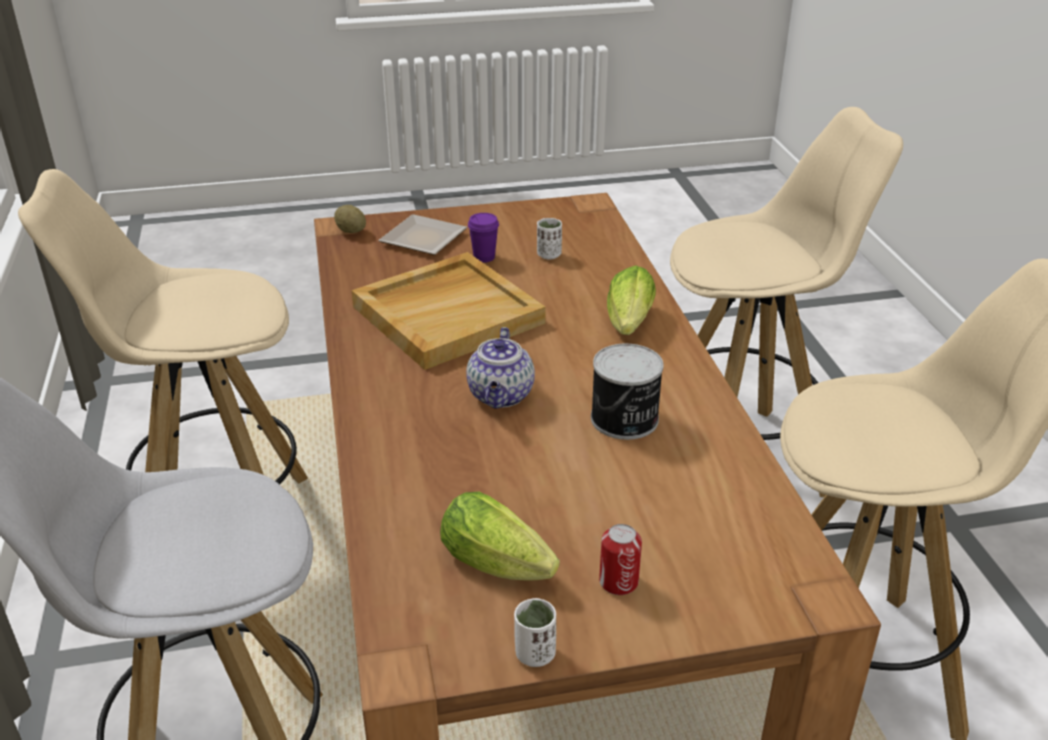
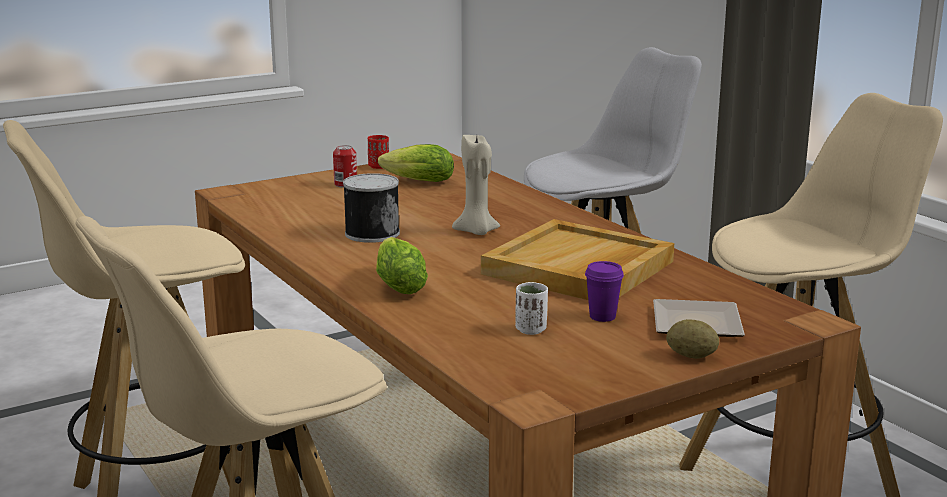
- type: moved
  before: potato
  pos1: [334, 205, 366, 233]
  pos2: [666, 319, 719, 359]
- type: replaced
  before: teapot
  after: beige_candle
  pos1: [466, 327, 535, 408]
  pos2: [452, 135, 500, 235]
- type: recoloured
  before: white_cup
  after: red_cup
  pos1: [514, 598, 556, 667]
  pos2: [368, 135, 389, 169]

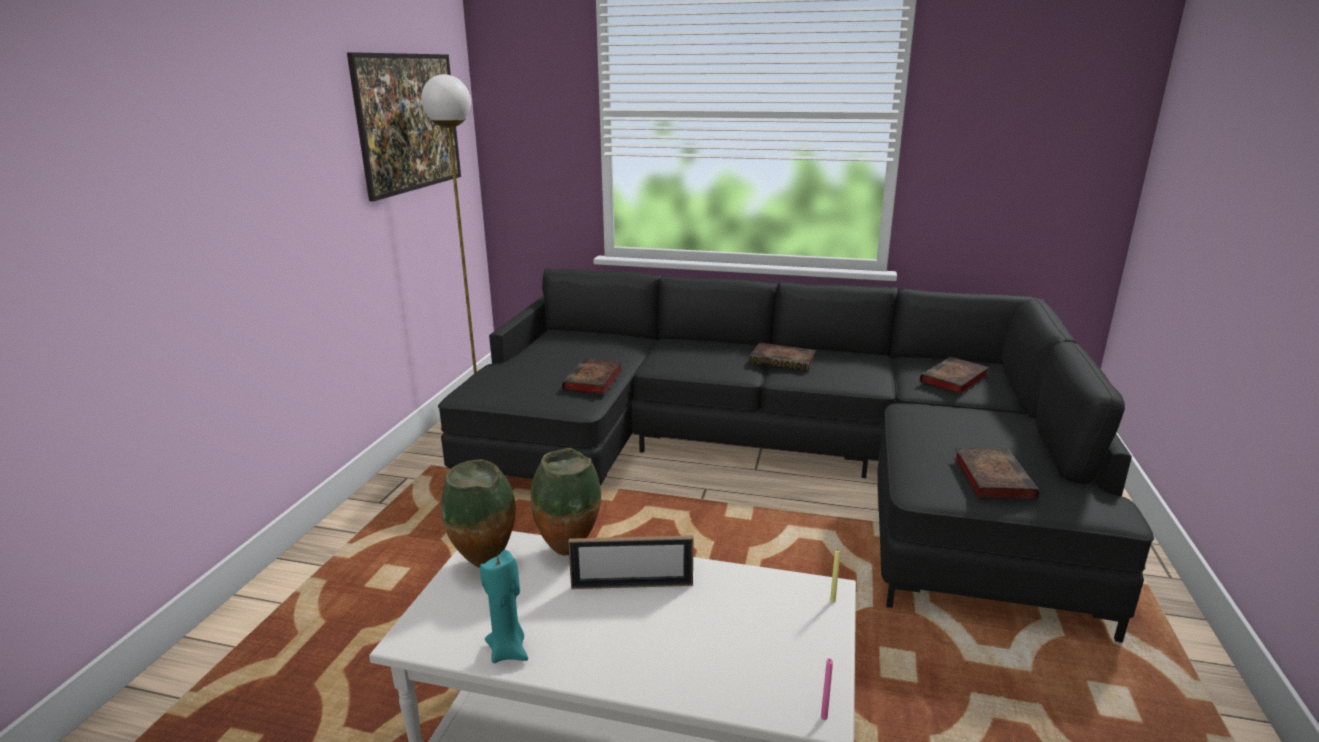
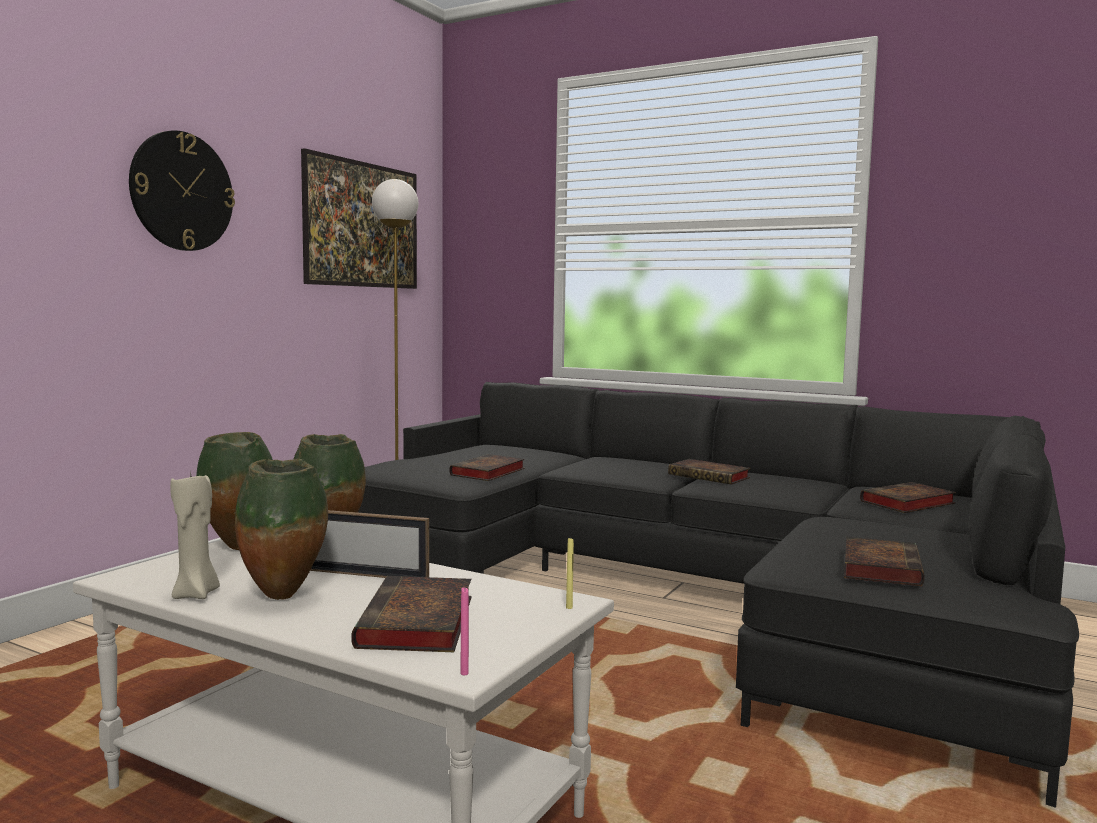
- type: recoloured
  before: turquoise_candle
  after: beige_candle
  pos1: [480, 550, 528, 663]
  pos2: [170, 469, 220, 599]
- type: added
  after: wall_clock
  pos2: [129, 130, 235, 251]
- type: added
  after: vase
  pos2: [235, 459, 328, 600]
- type: added
  after: book
  pos2: [351, 576, 472, 652]

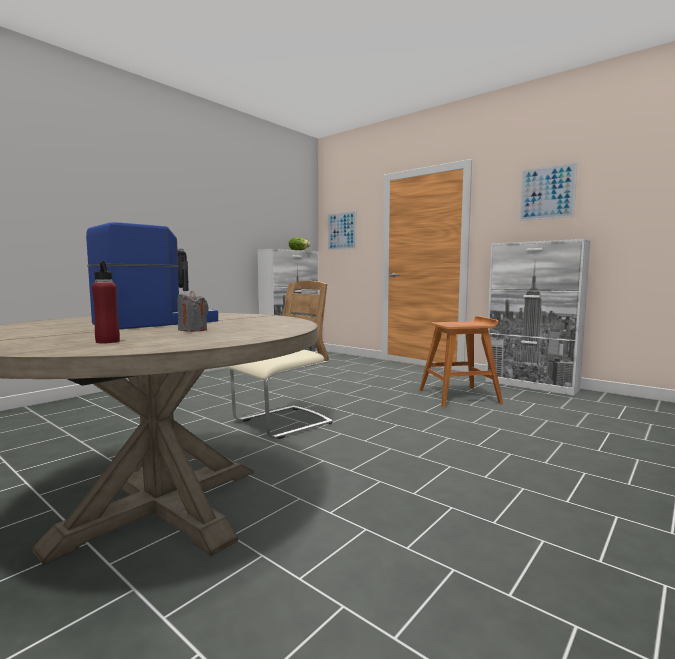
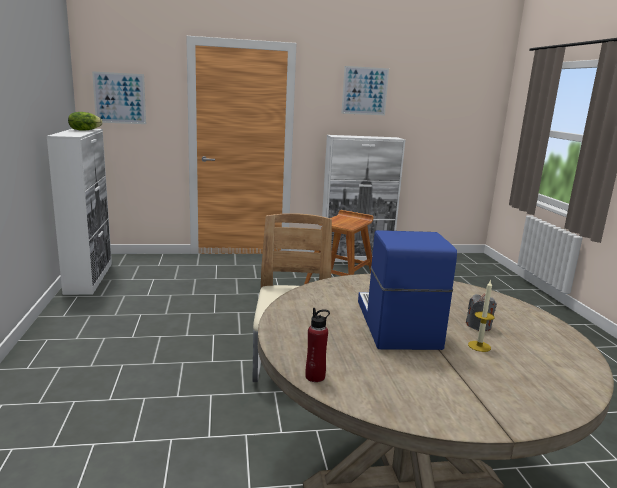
- type: moved
  before: red_bottle
  pos1: [92, 261, 120, 344]
  pos2: [305, 308, 330, 382]
- type: added
  after: candle
  pos2: [468, 280, 495, 352]

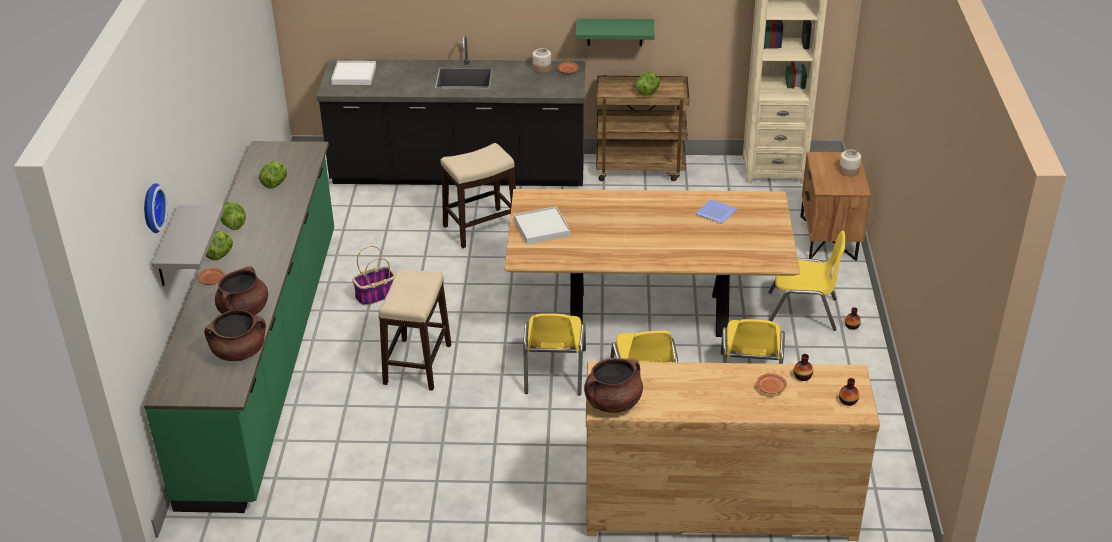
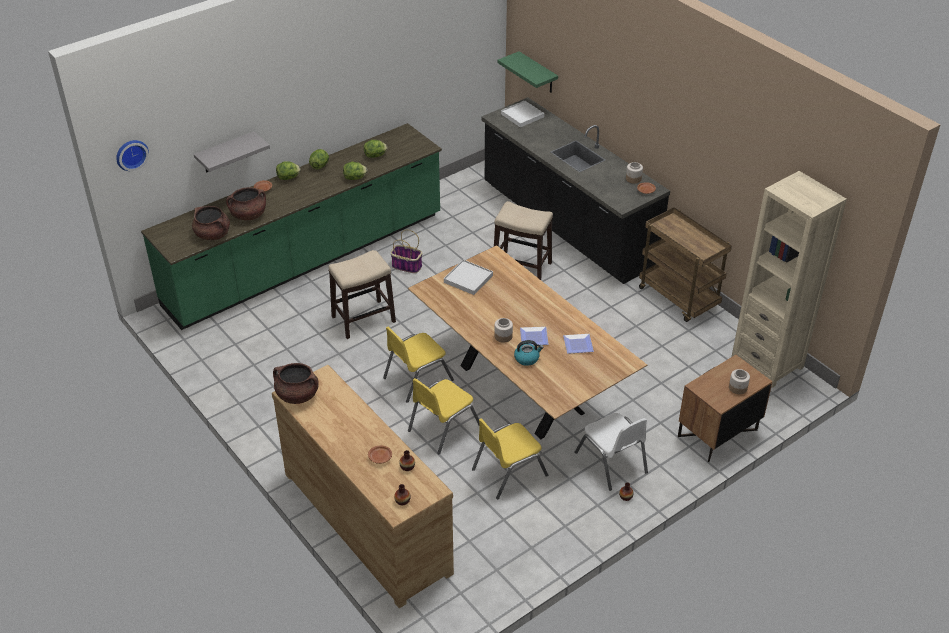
- type: moved
  before: green_shelf
  pos1: [576, 19, 655, 46]
  pos2: [497, 51, 558, 93]
- type: moved
  before: lettuce
  pos1: [635, 72, 660, 96]
  pos2: [343, 162, 367, 180]
- type: moved
  before: wall_clock
  pos1: [144, 183, 168, 233]
  pos2: [116, 140, 149, 171]
- type: recoloured
  before: yellow_chair
  after: white_chair
  pos1: [768, 231, 845, 331]
  pos2: [575, 413, 648, 491]
- type: added
  after: jar
  pos2: [494, 318, 513, 343]
- type: added
  after: plate
  pos2: [520, 327, 549, 345]
- type: added
  after: kettle
  pos2: [514, 340, 544, 366]

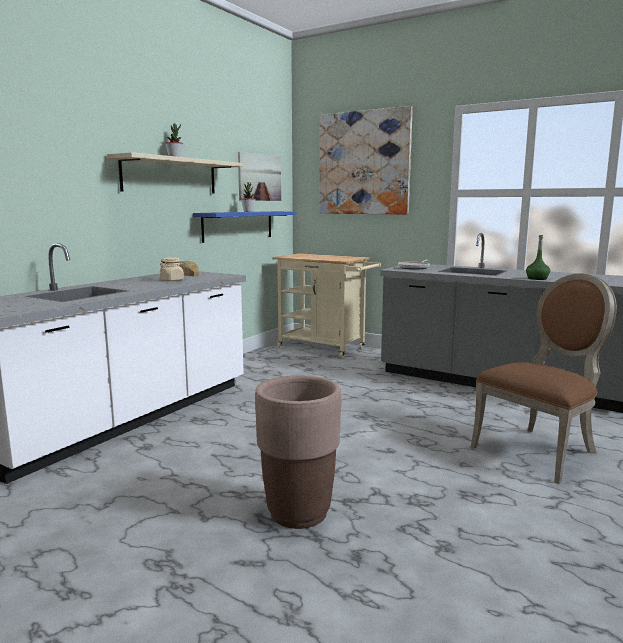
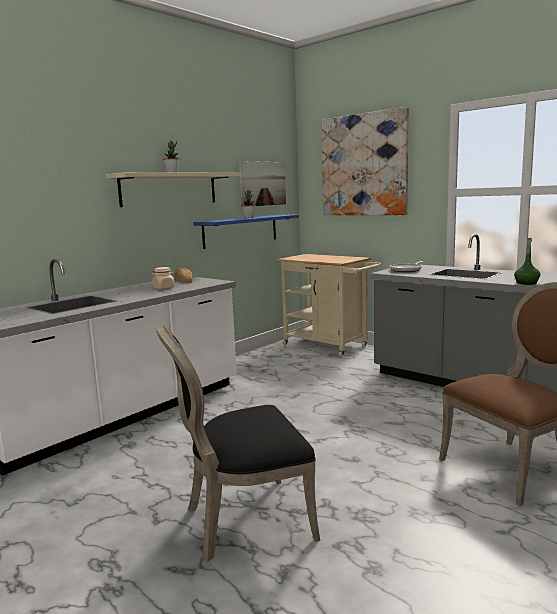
- type: replaced
  before: brown_planter
  after: black_chair
  pos1: [255, 375, 341, 529]
  pos2: [155, 325, 320, 562]

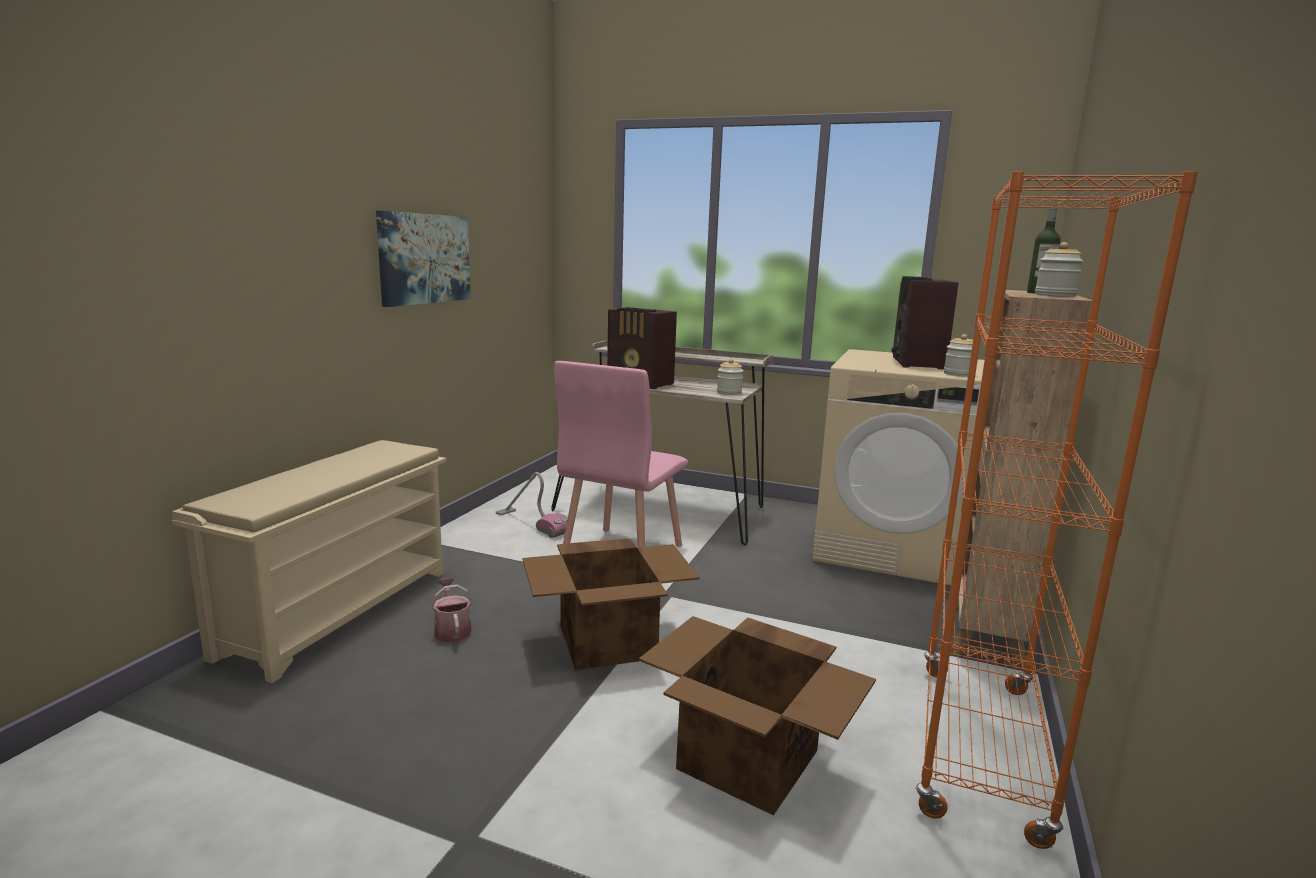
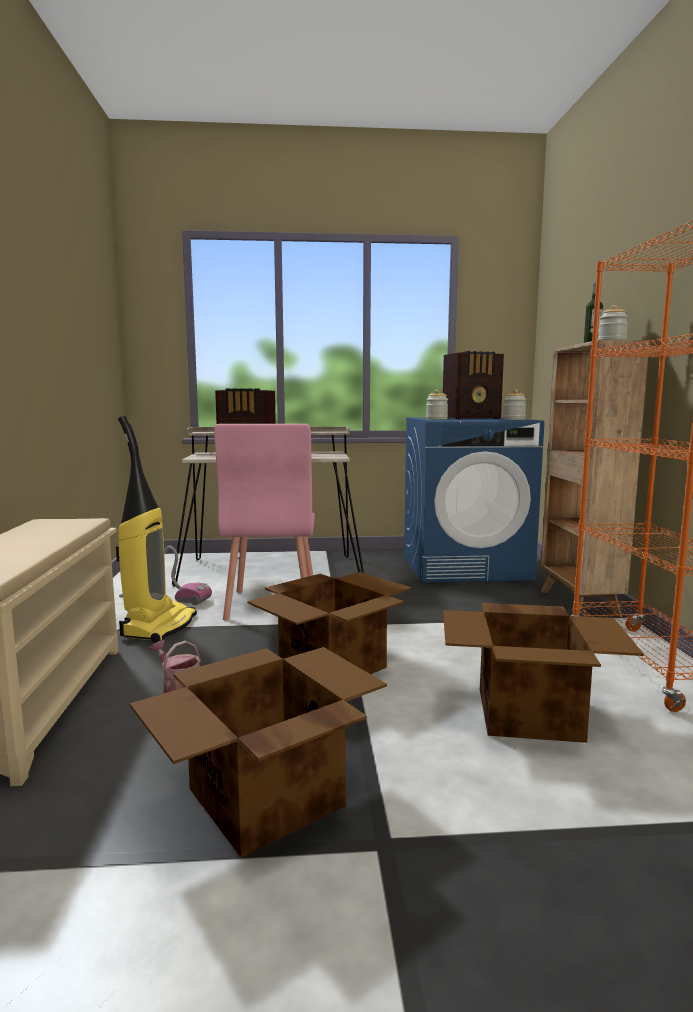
- type: removed
  before: picture
  pos1: [376, 211, 471, 307]
- type: turned
  before: radio
  pos1: [891, 276, 959, 370]
  pos2: [443, 351, 504, 419]
  turn: -90
- type: recoloured
  before: beige_washing_machine
  after: blue_washing_machine
  pos1: [813, 349, 984, 585]
  pos2: [404, 417, 545, 583]
- type: moved
  before: jar
  pos1: [717, 359, 743, 395]
  pos2: [426, 389, 448, 420]
- type: added
  after: vacuum_cleaner
  pos2: [116, 416, 197, 643]
- type: added
  after: cardboard_box
  pos2: [130, 647, 387, 858]

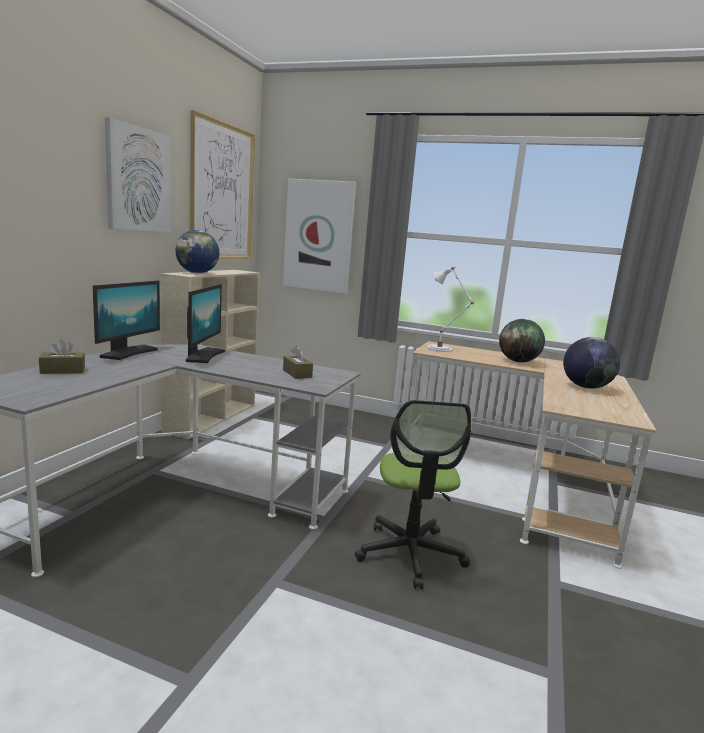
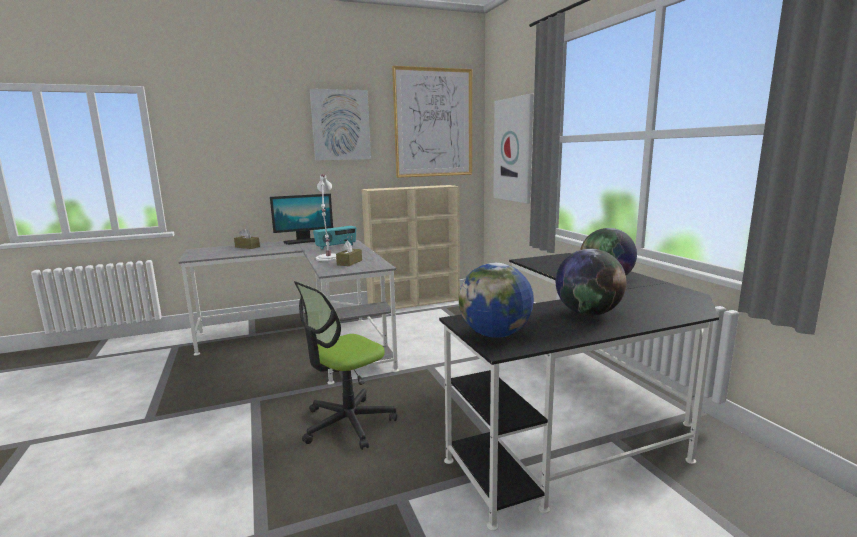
- type: moved
  before: globe
  pos1: [175, 230, 219, 273]
  pos2: [459, 263, 534, 338]
- type: moved
  before: white_table_lamp
  pos1: [427, 267, 474, 352]
  pos2: [316, 174, 336, 261]
- type: replaced
  before: monitor
  after: radio
  pos1: [186, 284, 225, 363]
  pos2: [313, 226, 356, 250]
- type: recoloured
  before: beige_desk
  after: black_desk
  pos1: [410, 341, 657, 569]
  pos2: [439, 253, 719, 531]

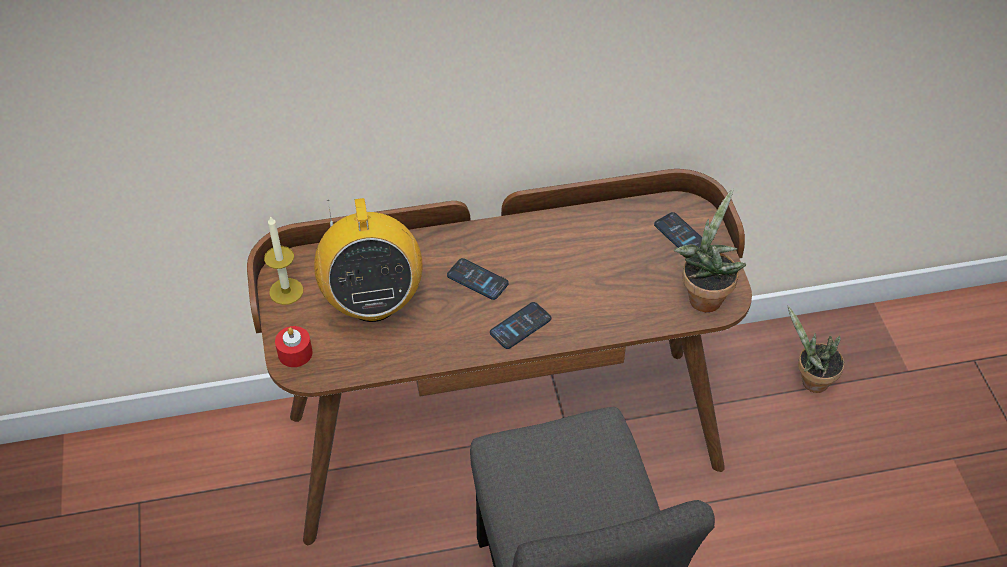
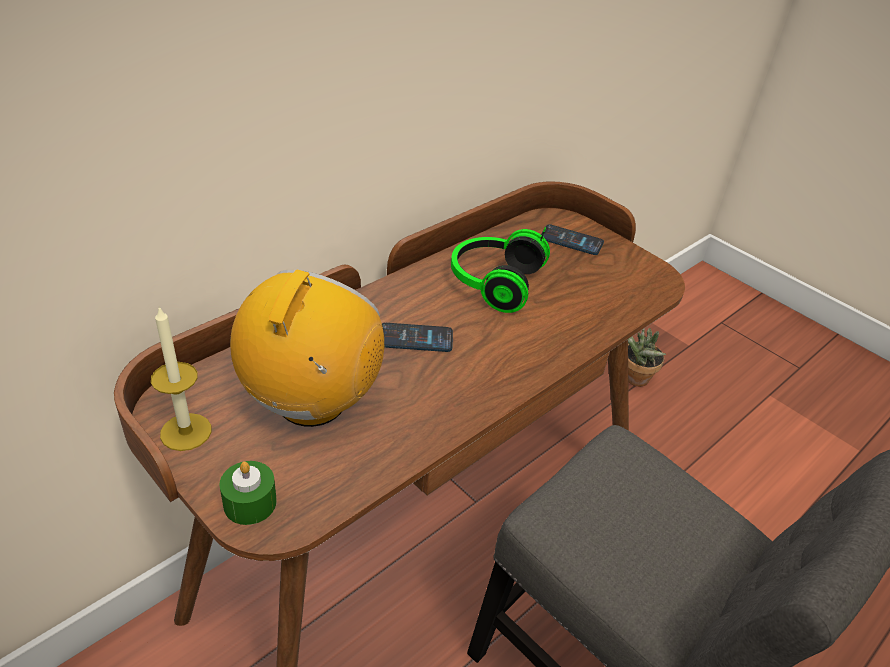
- type: removed
  before: potted_plant
  pos1: [673, 189, 746, 312]
- type: turned
  before: radio
  pos1: [314, 198, 422, 322]
  pos2: [230, 270, 384, 427]
  turn: -120
- type: removed
  before: phone
  pos1: [490, 302, 551, 349]
- type: recoloured
  before: red_candle
  after: green_candle
  pos1: [275, 326, 313, 367]
  pos2: [219, 461, 277, 525]
- type: added
  after: headphones
  pos2: [451, 227, 550, 313]

